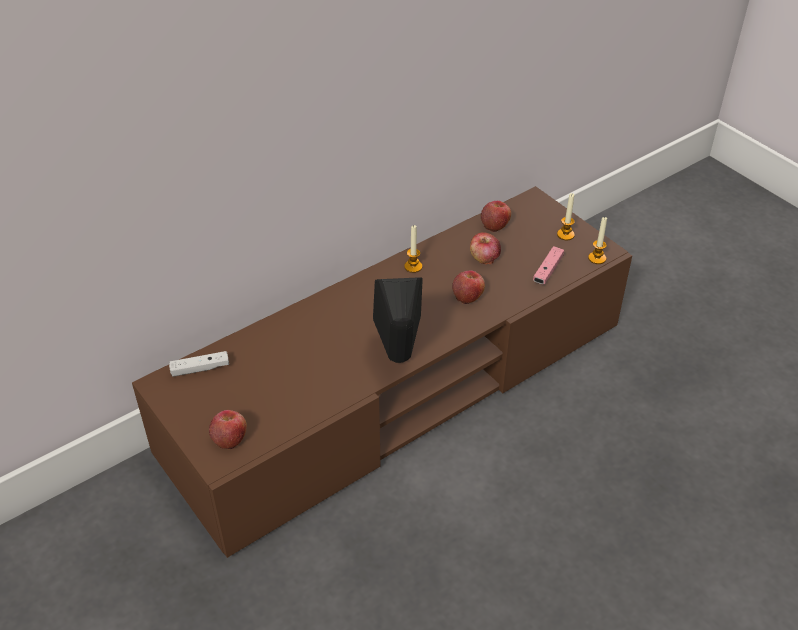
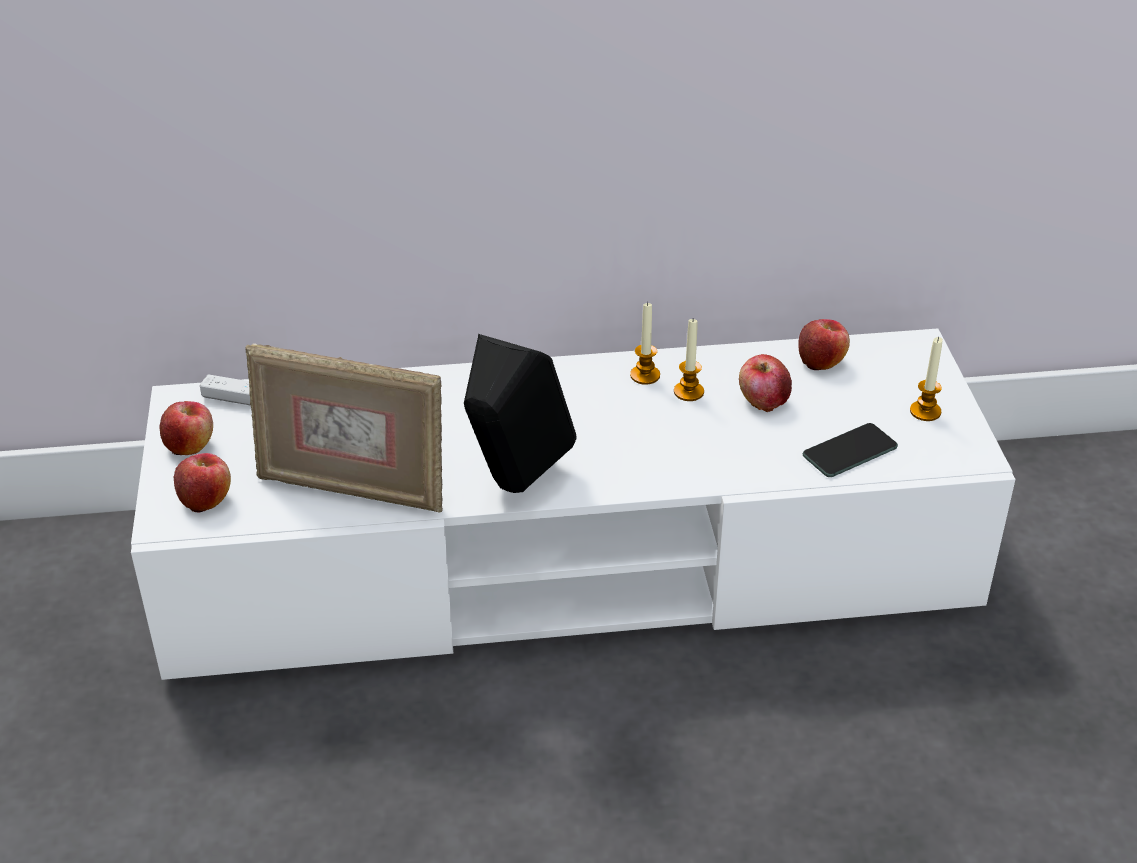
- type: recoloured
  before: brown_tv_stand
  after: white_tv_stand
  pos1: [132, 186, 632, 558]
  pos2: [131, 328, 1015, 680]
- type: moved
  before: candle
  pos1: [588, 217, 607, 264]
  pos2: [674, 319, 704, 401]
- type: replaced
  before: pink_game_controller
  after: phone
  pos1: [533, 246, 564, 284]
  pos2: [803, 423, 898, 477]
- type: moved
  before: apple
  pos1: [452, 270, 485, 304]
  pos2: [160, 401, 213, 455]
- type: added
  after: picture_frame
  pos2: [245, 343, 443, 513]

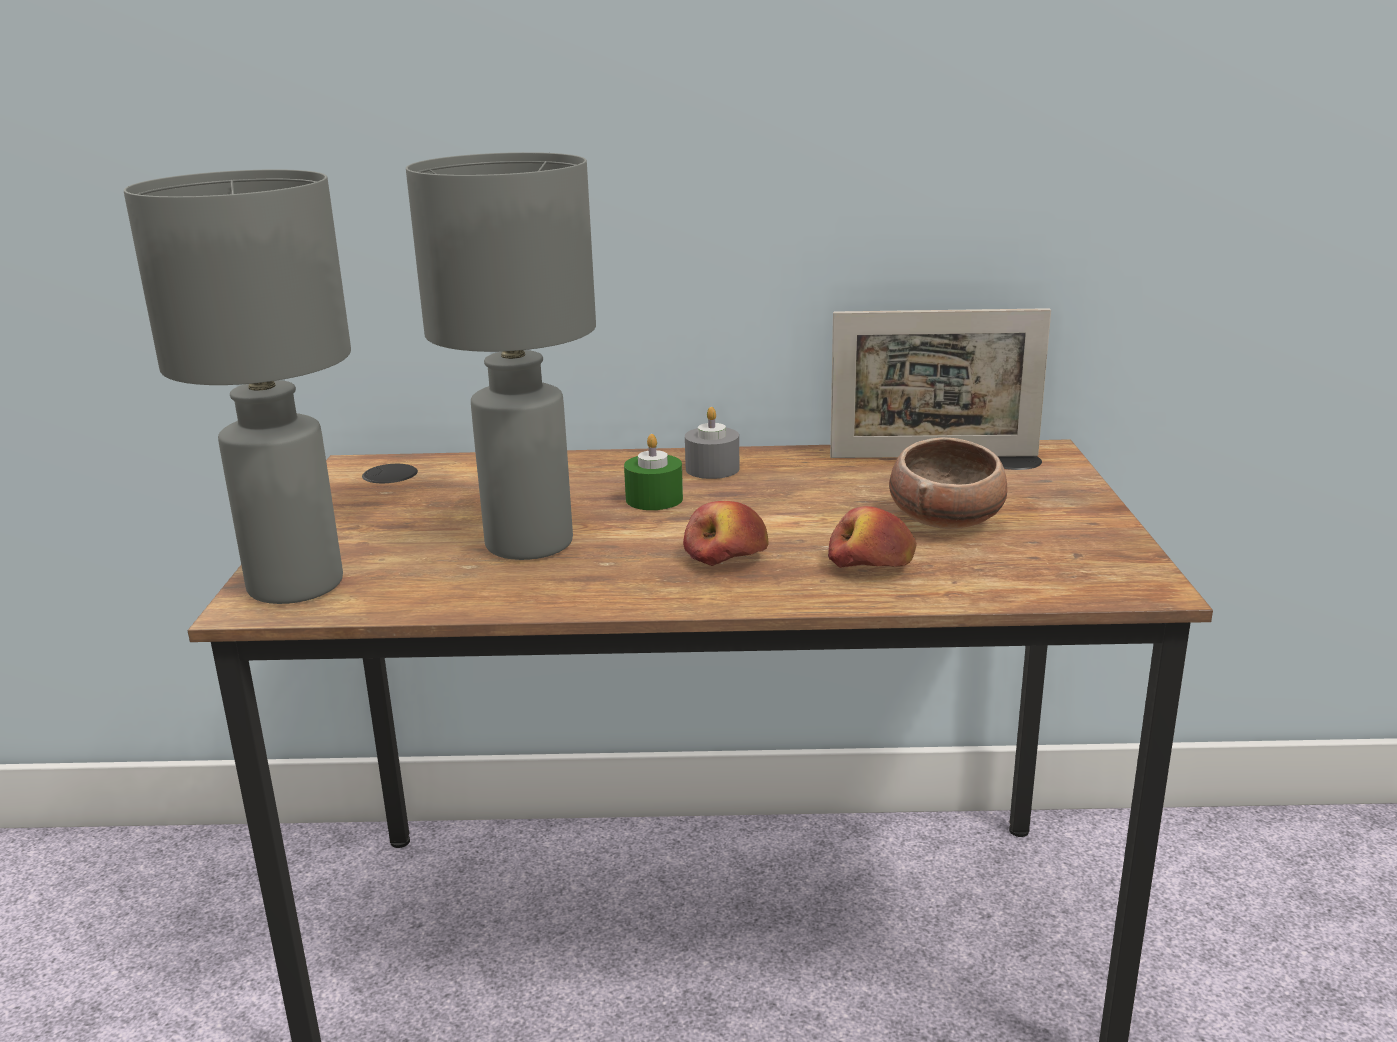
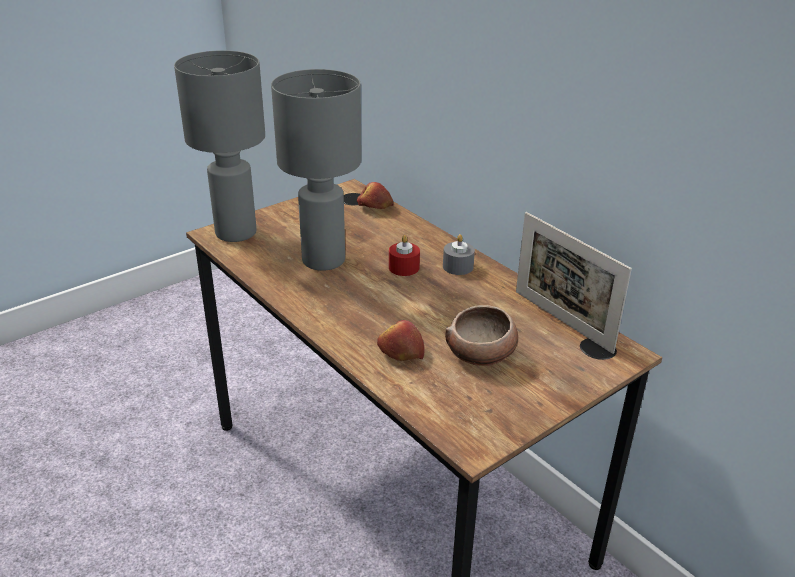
- type: recoloured
  before: green_candle
  after: red_candle
  pos1: [624, 434, 683, 510]
  pos2: [389, 235, 420, 276]
- type: moved
  before: apple
  pos1: [683, 501, 769, 566]
  pos2: [357, 182, 393, 209]

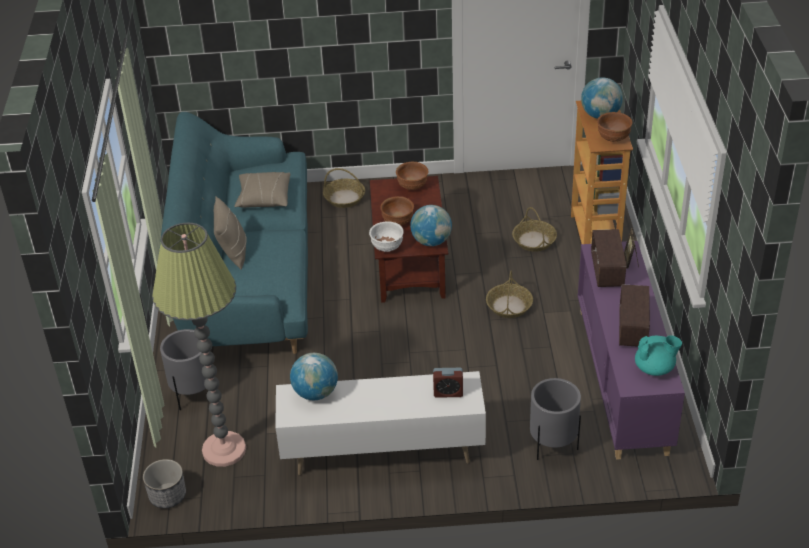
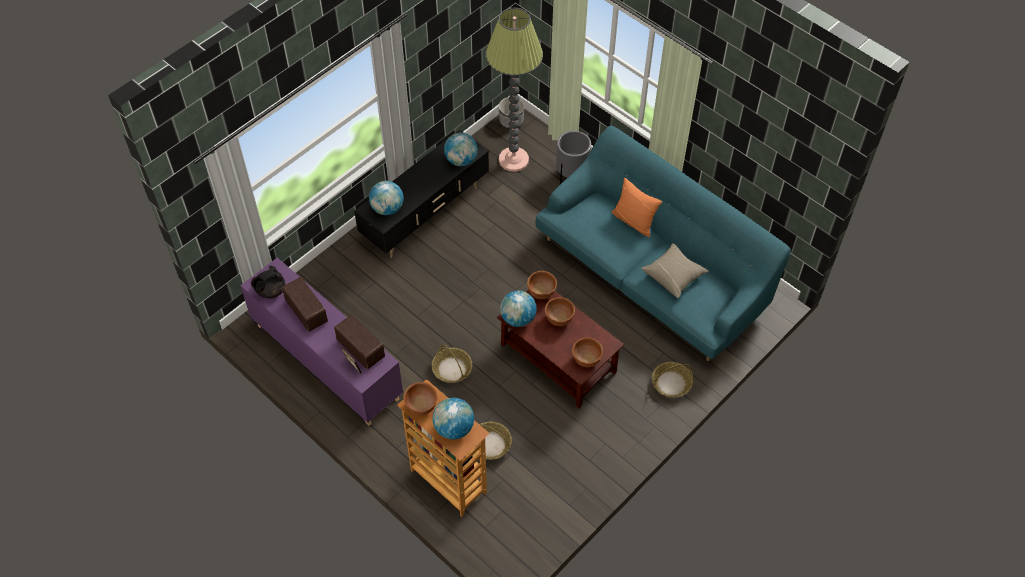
- type: recoloured
  before: beige_pillow
  after: orange_pillow
  pos1: [214, 196, 247, 270]
  pos2: [611, 178, 662, 237]
- type: recoloured
  before: white_bowl
  after: brown_bowl
  pos1: [369, 221, 404, 252]
  pos2: [527, 271, 557, 299]
- type: recoloured
  before: turquoise_teapot
  after: black_teapot
  pos1: [635, 335, 682, 376]
  pos2: [251, 266, 285, 298]
- type: replaced
  before: alarm_clock
  after: globe
  pos1: [433, 368, 463, 398]
  pos2: [369, 181, 404, 215]
- type: recoloured
  before: white_tv_stand
  after: black_tv_stand
  pos1: [275, 371, 486, 475]
  pos2: [354, 129, 489, 258]
- type: removed
  before: grey_planter
  pos1: [530, 378, 581, 460]

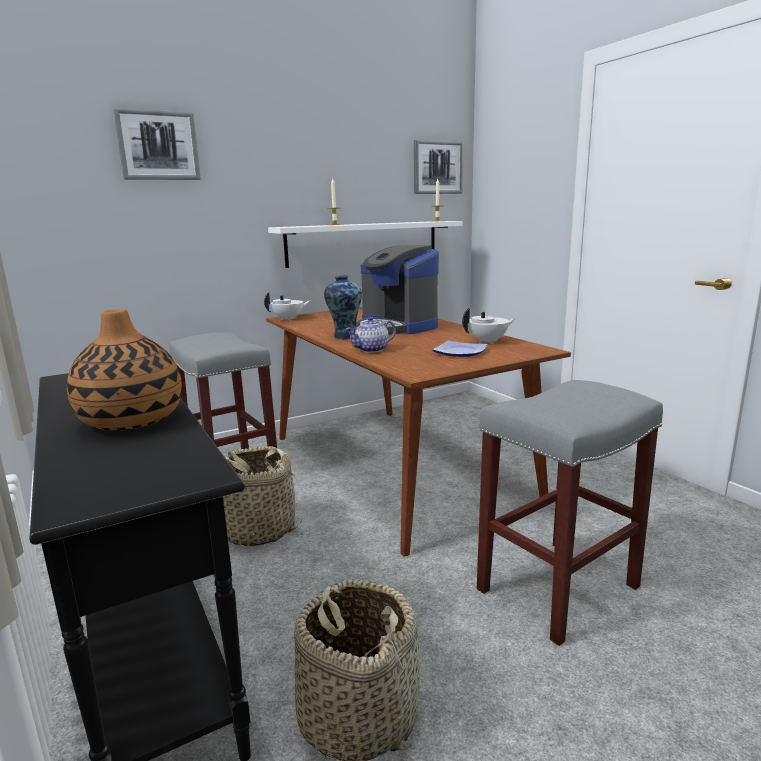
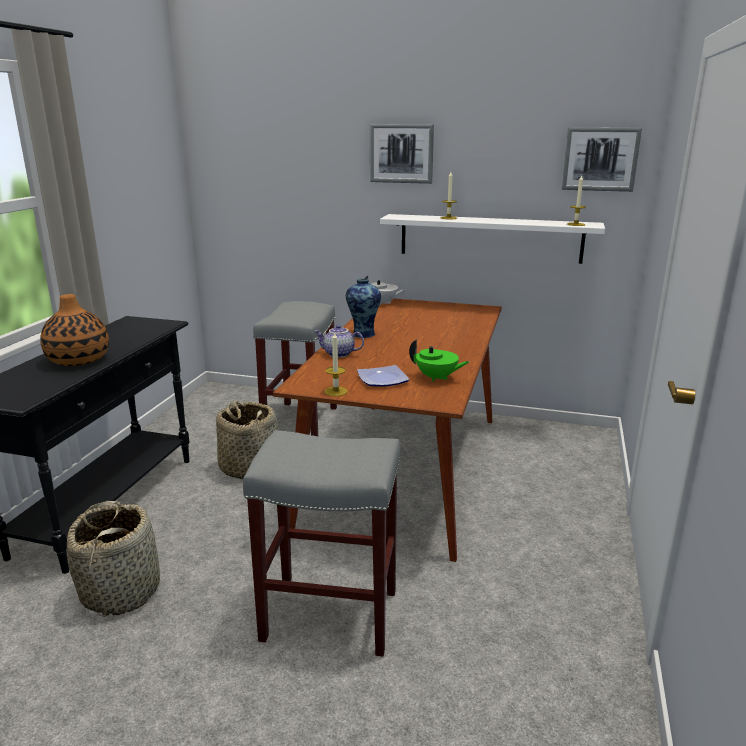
- type: moved
  before: picture
  pos1: [113, 108, 201, 180]
  pos2: [370, 124, 434, 184]
- type: removed
  before: coffee_machine
  pos1: [356, 245, 439, 334]
- type: recoloured
  before: white_teapot
  after: green_teapot
  pos1: [462, 308, 516, 344]
  pos2: [409, 339, 469, 382]
- type: added
  after: candle
  pos2: [324, 333, 348, 396]

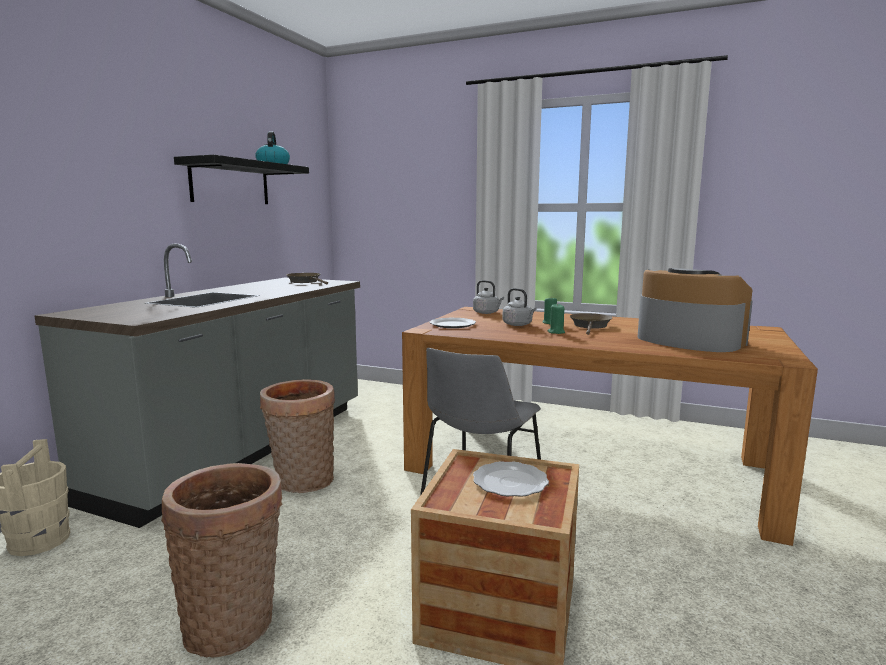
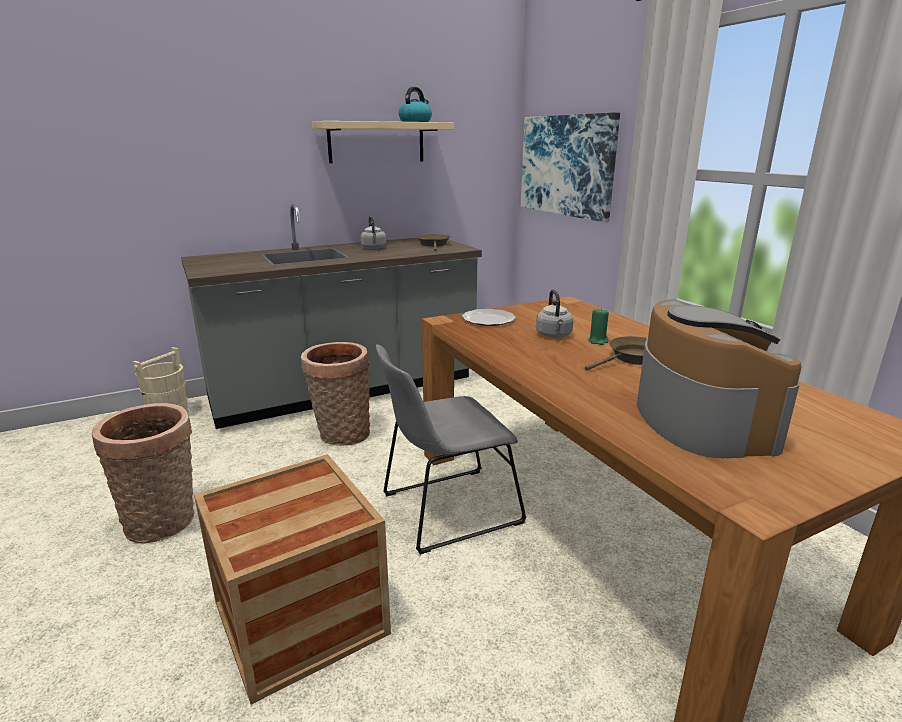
- type: recoloured
  before: black_shelf
  after: beige_shelf
  pos1: [174, 155, 309, 204]
  pos2: [312, 121, 454, 163]
- type: moved
  before: grey_kettle
  pos1: [473, 280, 504, 314]
  pos2: [361, 216, 386, 249]
- type: removed
  before: green_candle
  pos1: [547, 303, 565, 334]
- type: removed
  before: plate
  pos1: [473, 461, 549, 497]
- type: added
  after: picture
  pos2: [521, 112, 620, 222]

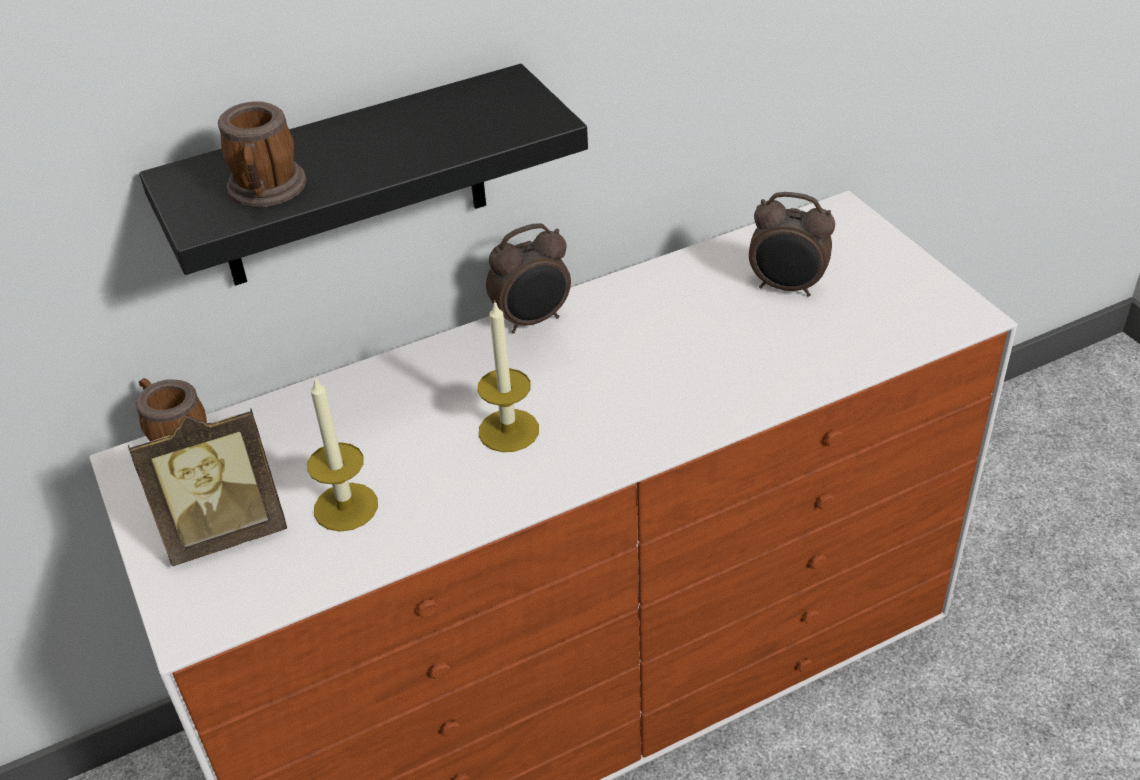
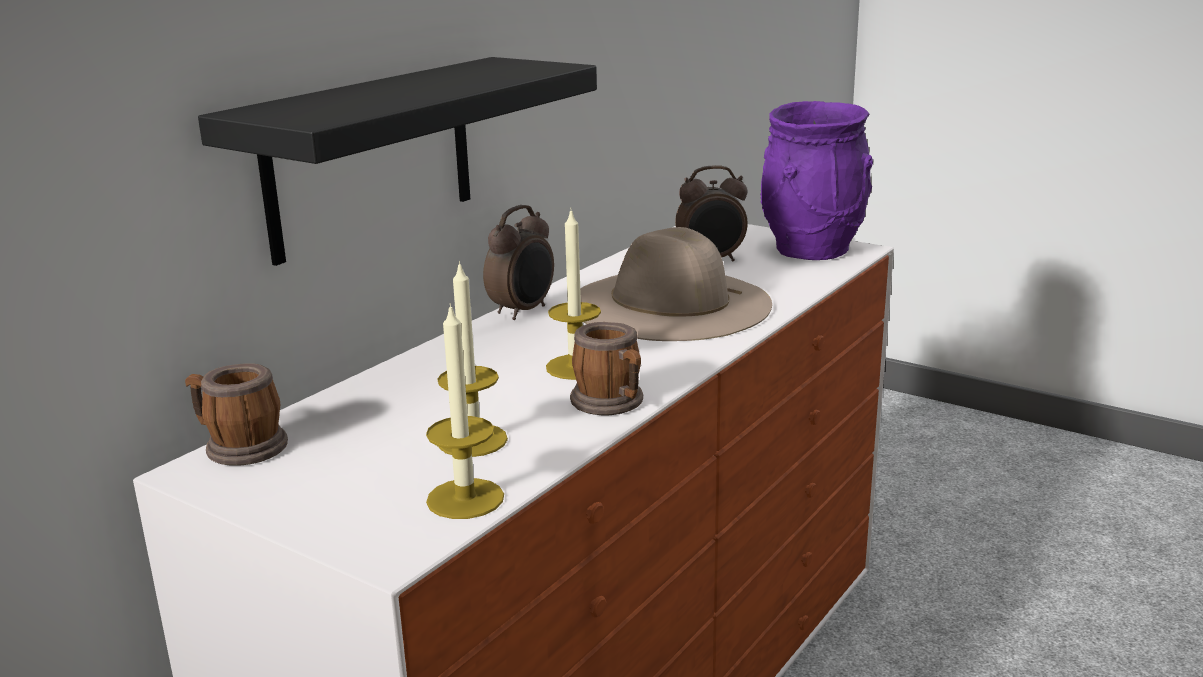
- type: moved
  before: mug
  pos1: [218, 101, 307, 208]
  pos2: [570, 322, 643, 416]
- type: removed
  before: picture_frame
  pos1: [128, 408, 287, 566]
- type: added
  after: purple_vase
  pos2: [760, 101, 873, 260]
- type: added
  after: beige_hat
  pos2: [580, 227, 772, 341]
- type: added
  after: candle
  pos2: [426, 303, 504, 519]

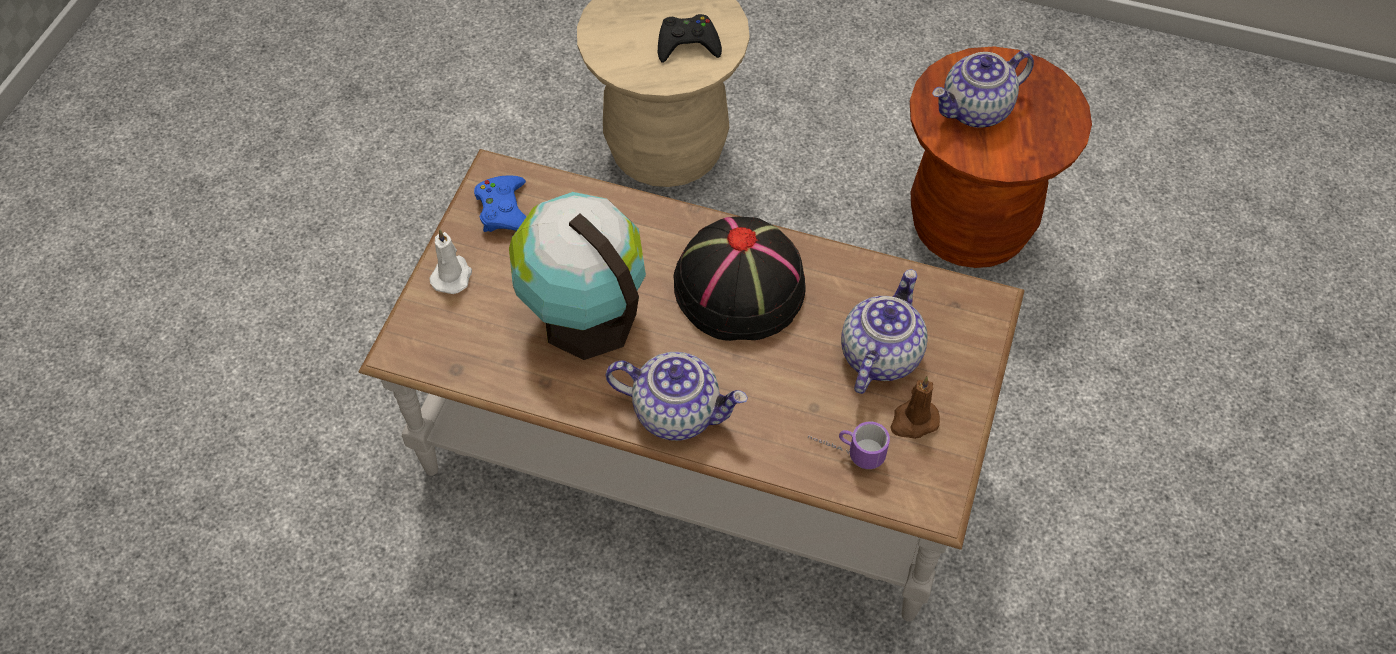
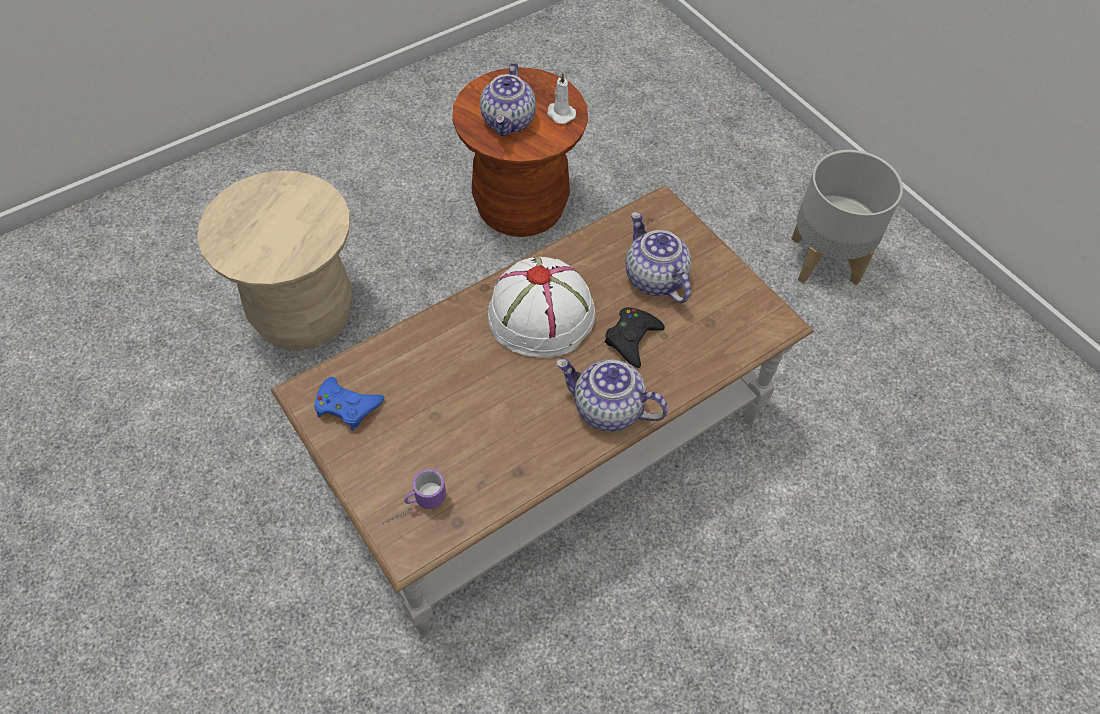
- type: moved
  before: black_game_controller
  pos1: [658, 14, 722, 63]
  pos2: [604, 307, 665, 368]
- type: removed
  before: globe
  pos1: [509, 192, 646, 360]
- type: recoloured
  before: black_hat
  after: white_hat
  pos1: [674, 216, 806, 341]
  pos2: [488, 257, 595, 357]
- type: moved
  before: white_candle
  pos1: [429, 229, 472, 294]
  pos2: [547, 72, 576, 124]
- type: turned
  before: teapot
  pos1: [605, 352, 748, 441]
  pos2: [556, 359, 668, 432]
  turn: -120
- type: removed
  before: brown_candle
  pos1: [890, 376, 940, 439]
- type: moved
  before: mug
  pos1: [808, 422, 890, 469]
  pos2: [383, 469, 446, 524]
- type: added
  after: grey_planter
  pos2: [792, 150, 903, 285]

